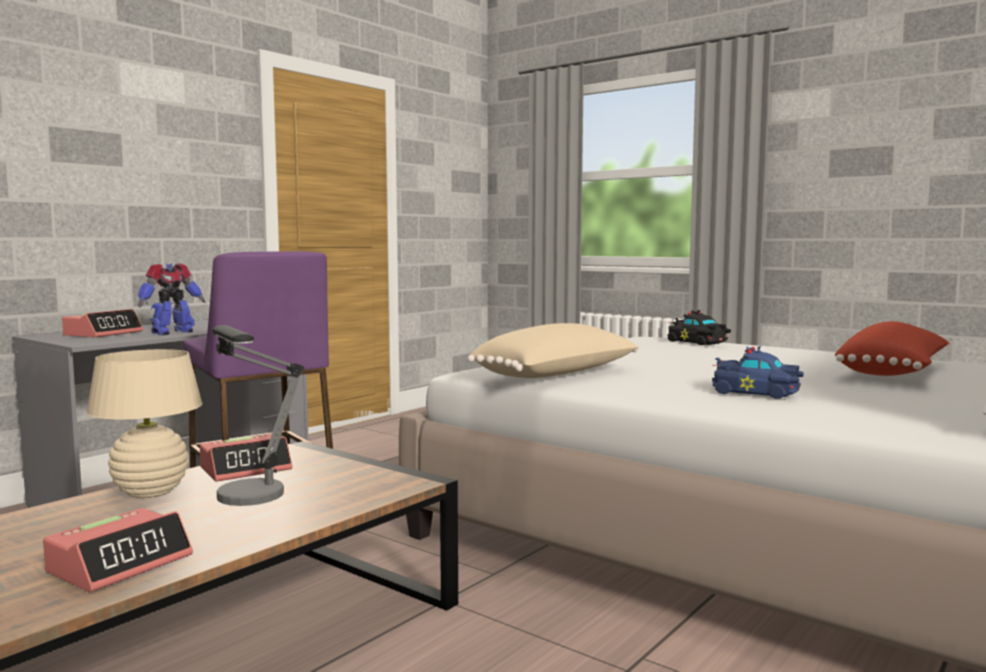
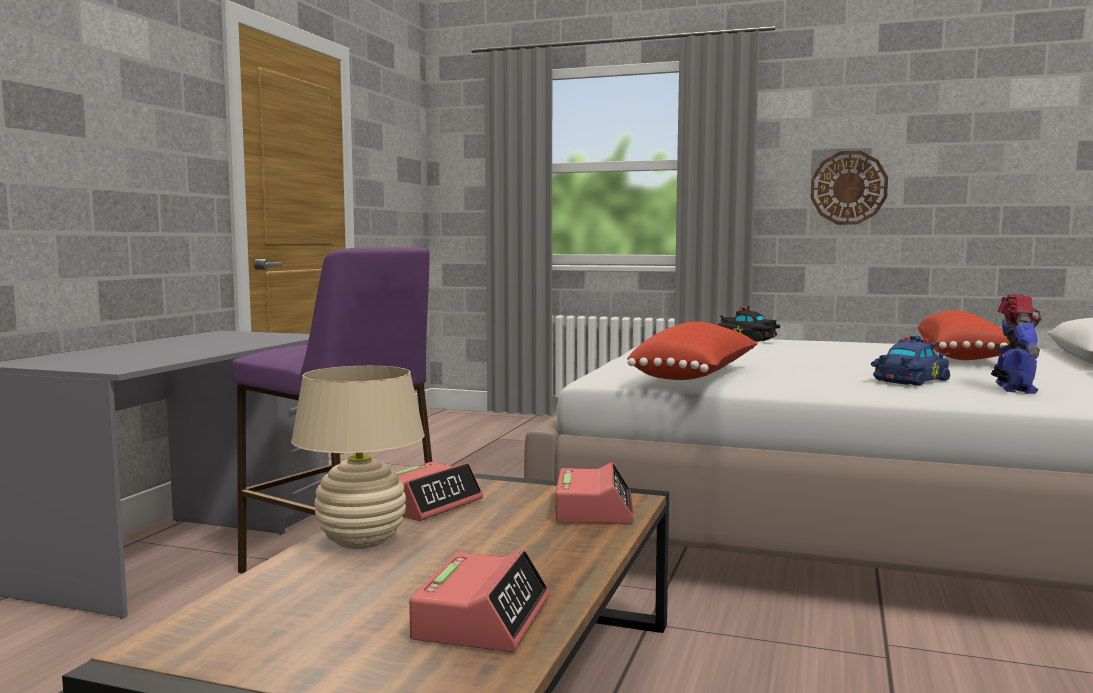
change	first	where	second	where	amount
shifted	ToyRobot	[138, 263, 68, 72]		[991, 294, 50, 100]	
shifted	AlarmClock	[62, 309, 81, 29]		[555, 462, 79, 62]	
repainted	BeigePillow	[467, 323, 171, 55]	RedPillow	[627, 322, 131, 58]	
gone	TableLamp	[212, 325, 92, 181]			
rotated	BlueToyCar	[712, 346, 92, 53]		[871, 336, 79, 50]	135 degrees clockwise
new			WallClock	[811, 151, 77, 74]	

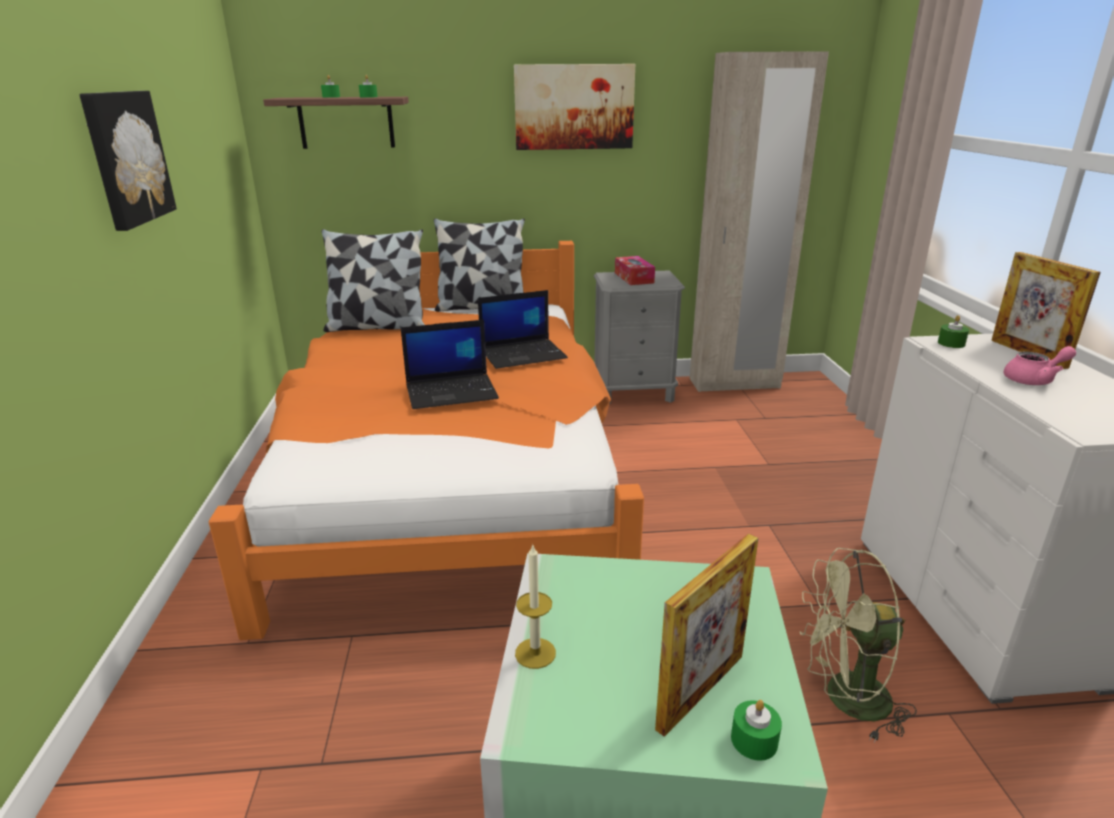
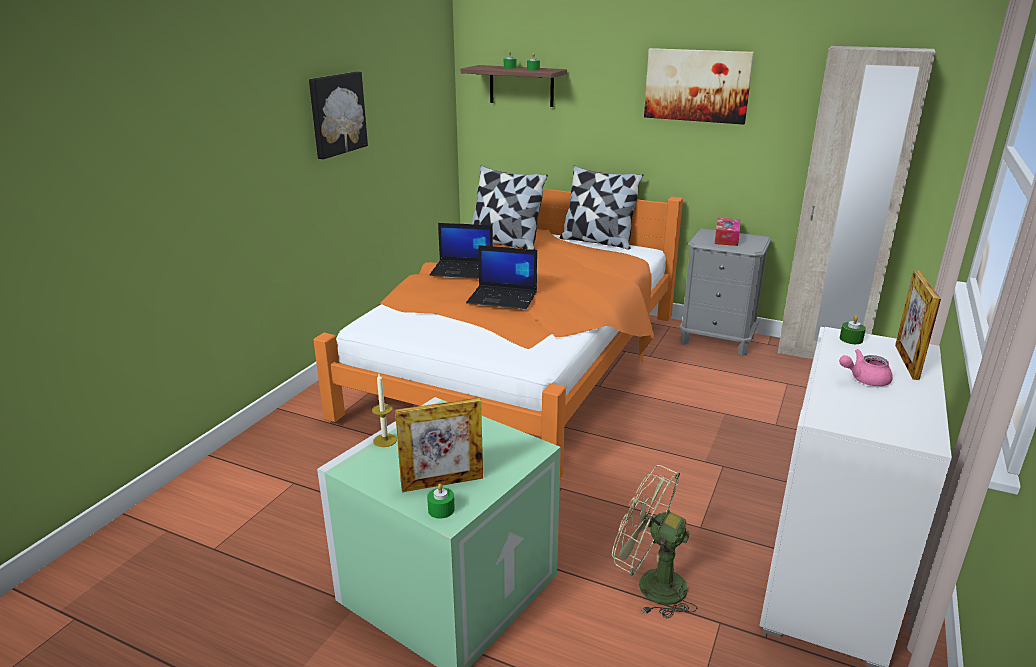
change	first	where	second	where	amount
shifted	Laptop	[478, 290, 90, 79]		[429, 223, 64, 56]	
rotated	PinkTeapot	[1003, 346, 73, 39]		[839, 349, 54, 37]	150 degrees clockwise

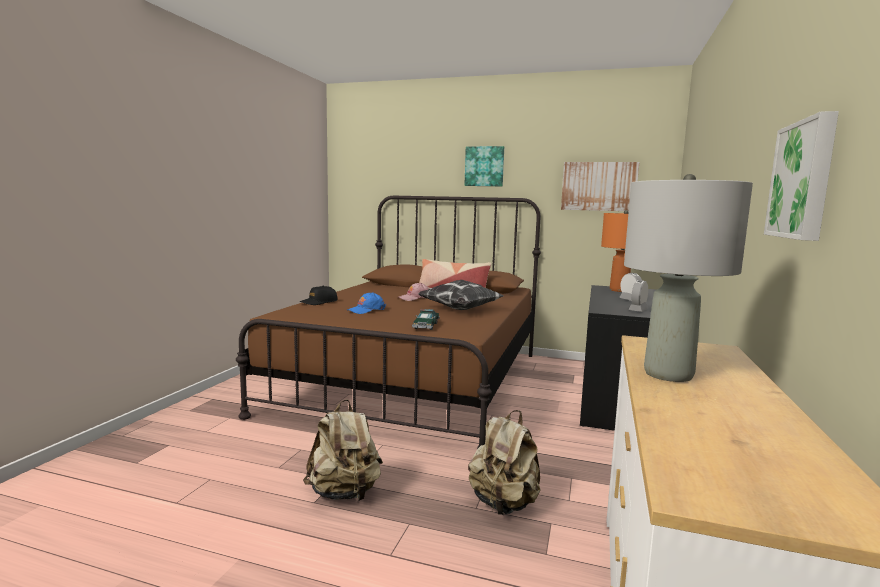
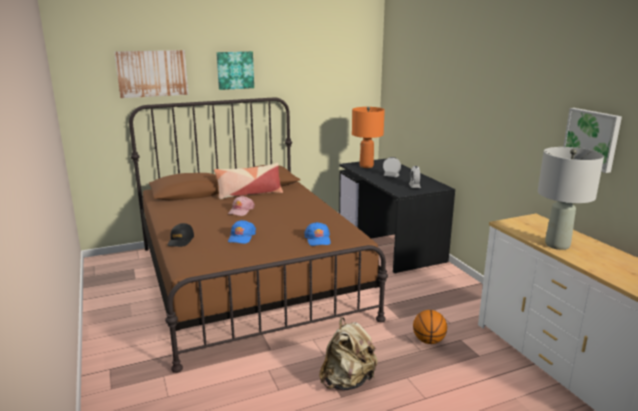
change	first	where	second	where	amount
shifted	Picture	[561, 162, 78, 49]		[114, 50, 75, 48]	
gone	Pillow	[418, 280, 85, 30]			
swapped	ToyCar	[412, 309, 27, 21]	BlueCap	[304, 222, 27, 24]	
swapped	BeigeBackpack	[468, 410, 73, 105]	Basketball	[413, 310, 34, 34]	

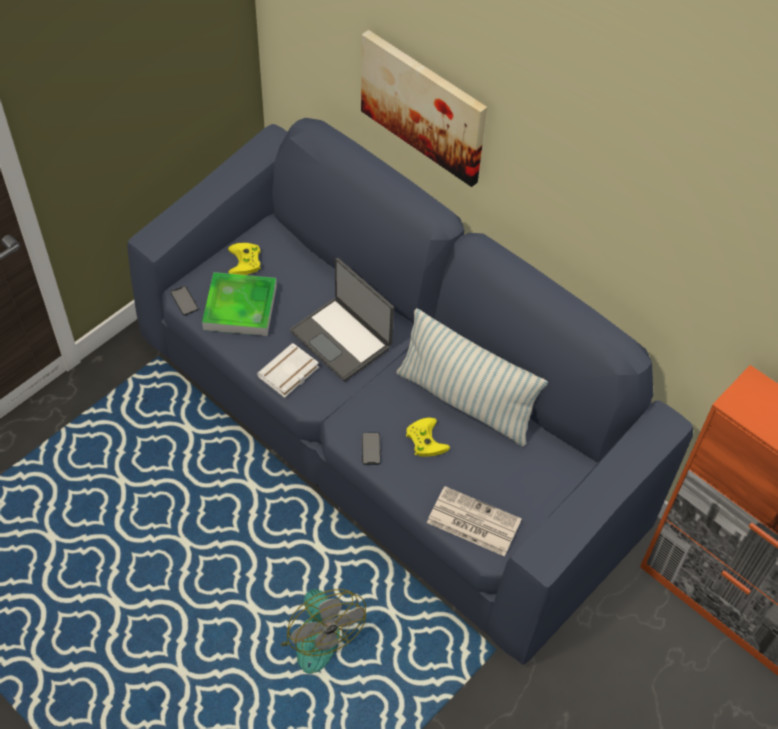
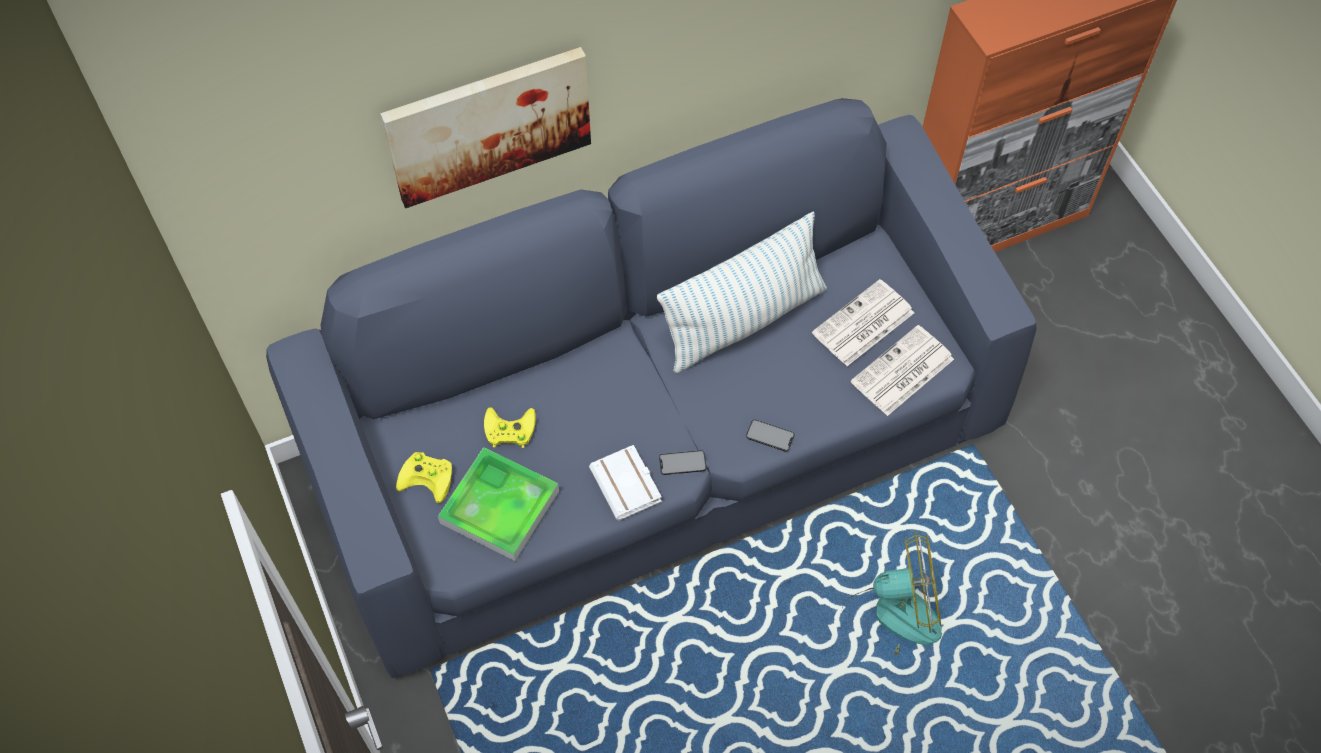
change	first	where	second	where	amount
gone	Laptop	[290, 258, 104, 123]			
shifted	Phone	[171, 286, 27, 29]		[659, 450, 47, 25]	
shifted	YellowGameController	[406, 418, 44, 39]		[484, 407, 52, 41]	
new			Newspaper	[812, 279, 102, 87]	

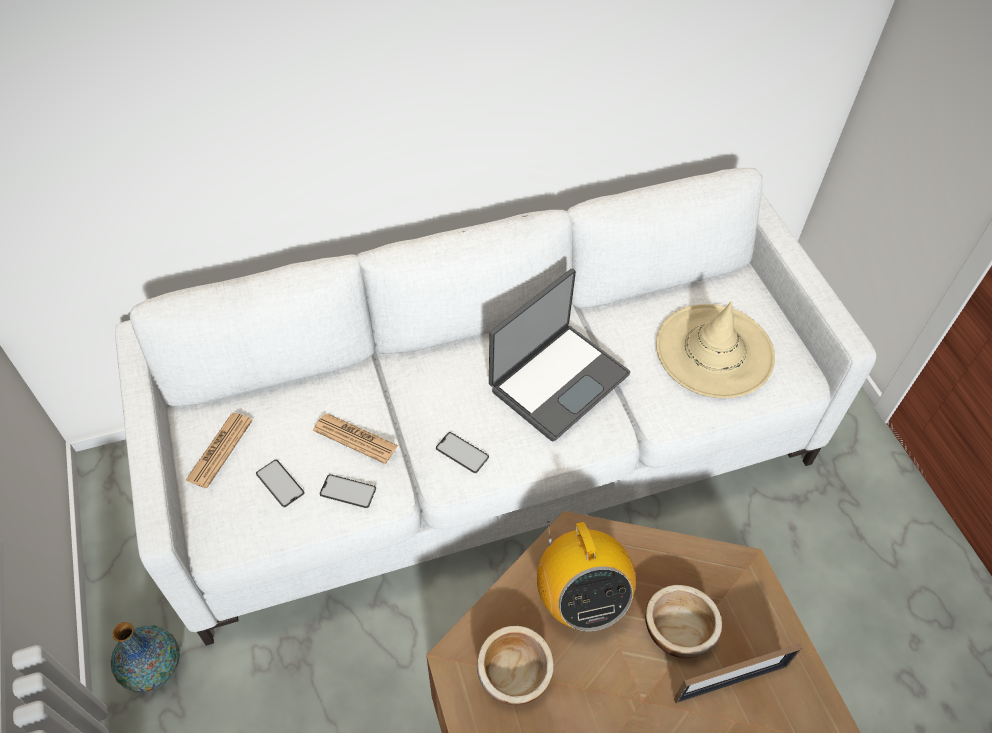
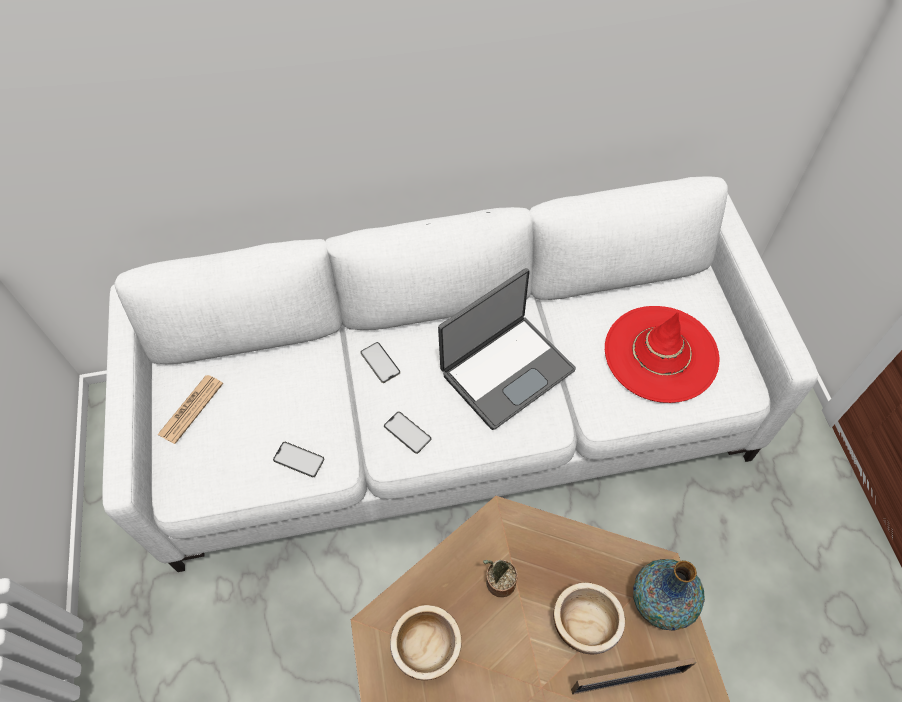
change	first	where	second	where	amount
repainted	BeigeHat	[656, 301, 119, 97]	RedHat	[605, 306, 115, 97]	
gone	Newspaper	[313, 413, 85, 51]			
shifted	Phone	[256, 460, 49, 48]		[360, 342, 41, 41]	
swapped	Radio	[537, 521, 99, 110]	PottedPlant	[483, 560, 35, 37]	
shifted	Vase	[111, 622, 69, 70]		[633, 559, 72, 72]	

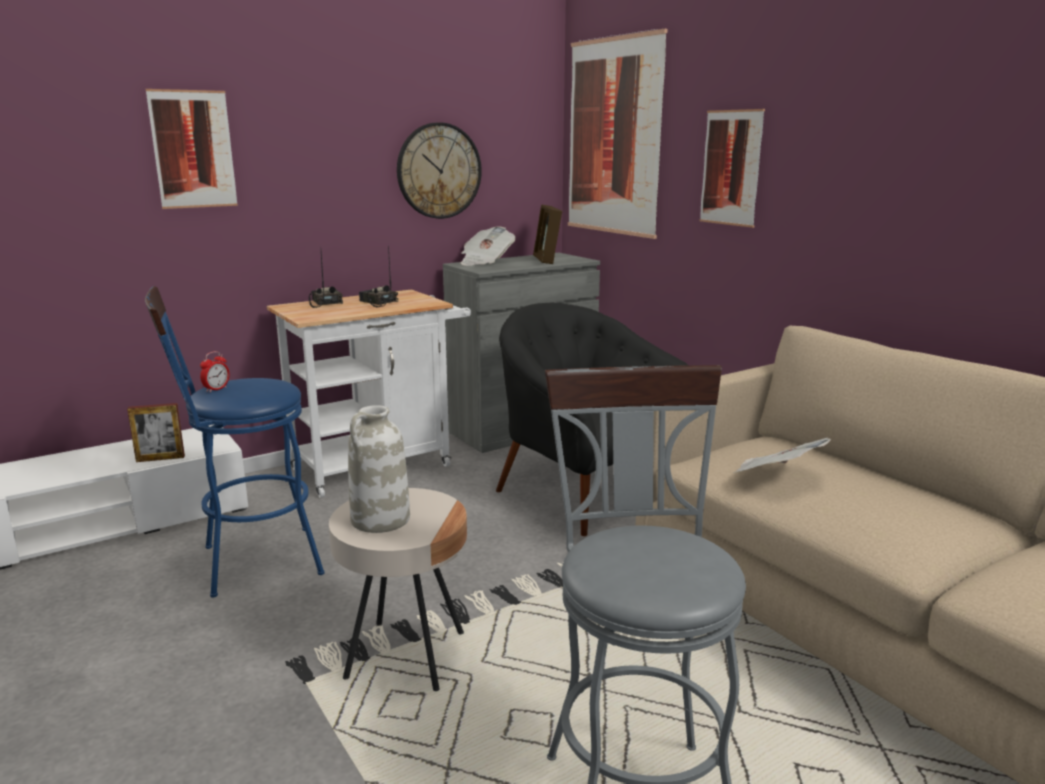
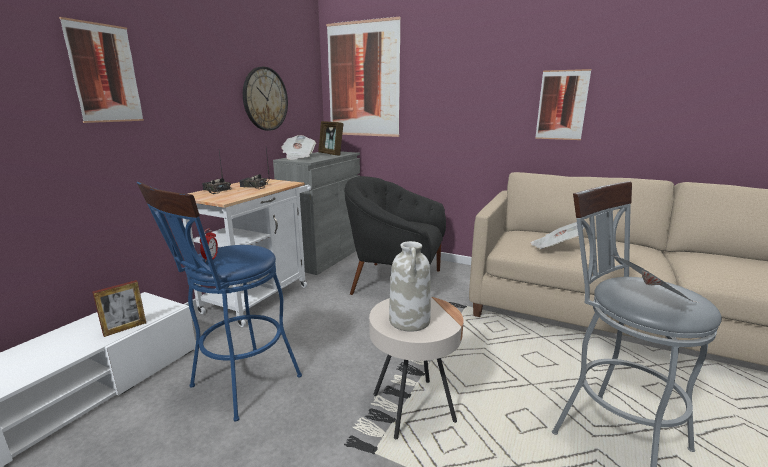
change	first	where	second	where	amount
shifted	Picture	[700, 109, 65, 119]		[535, 69, 56, 71]	
new			Newspaper	[610, 255, 89, 48]	

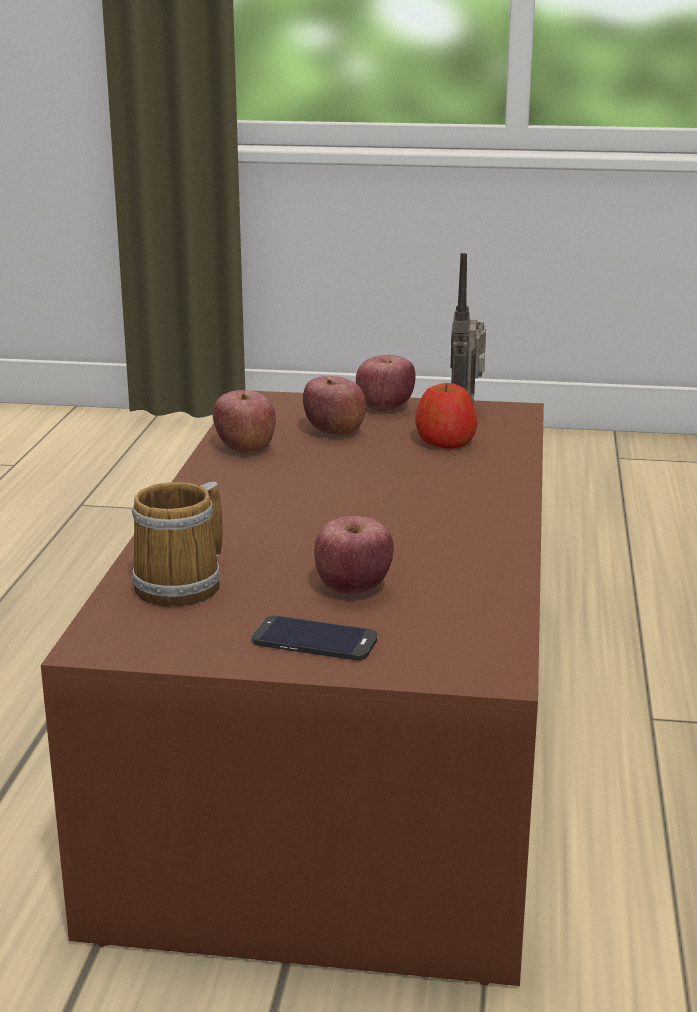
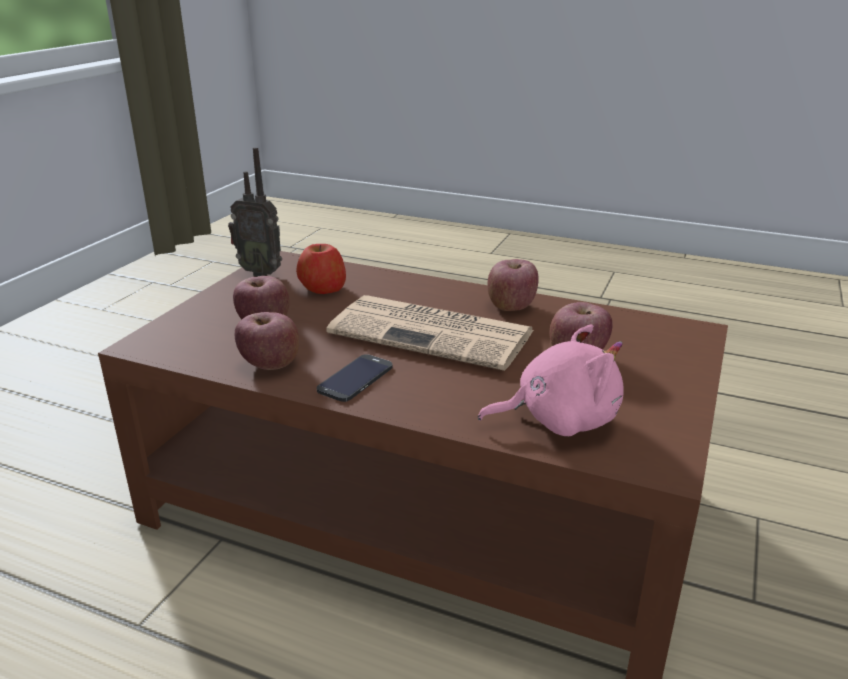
change	first	where	second	where	amount
shifted	Apple	[356, 355, 60, 56]		[487, 259, 52, 52]	
swapped	Mug	[132, 482, 91, 124]	PinkPlushToy	[478, 324, 146, 112]	
shifted	Phone	[252, 616, 126, 44]		[317, 354, 76, 48]	
new			Newspaper	[326, 295, 208, 76]	

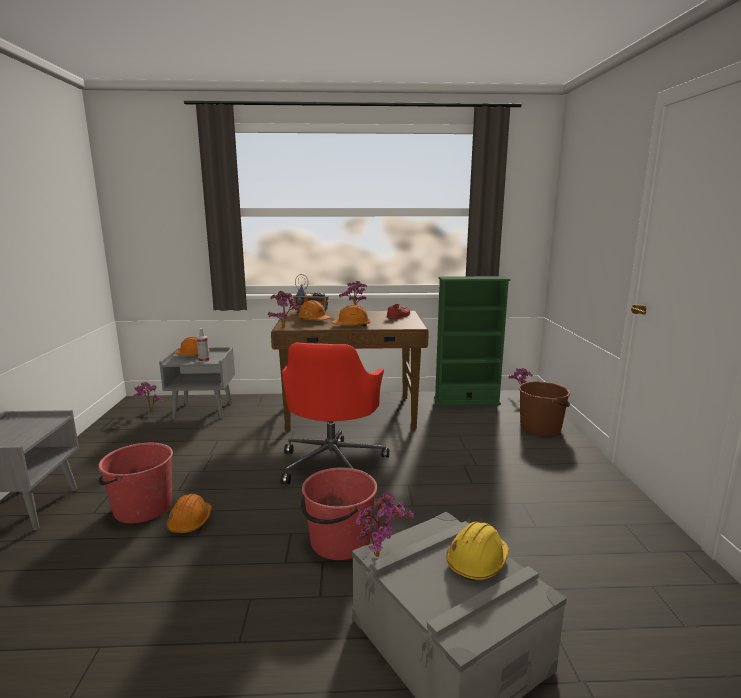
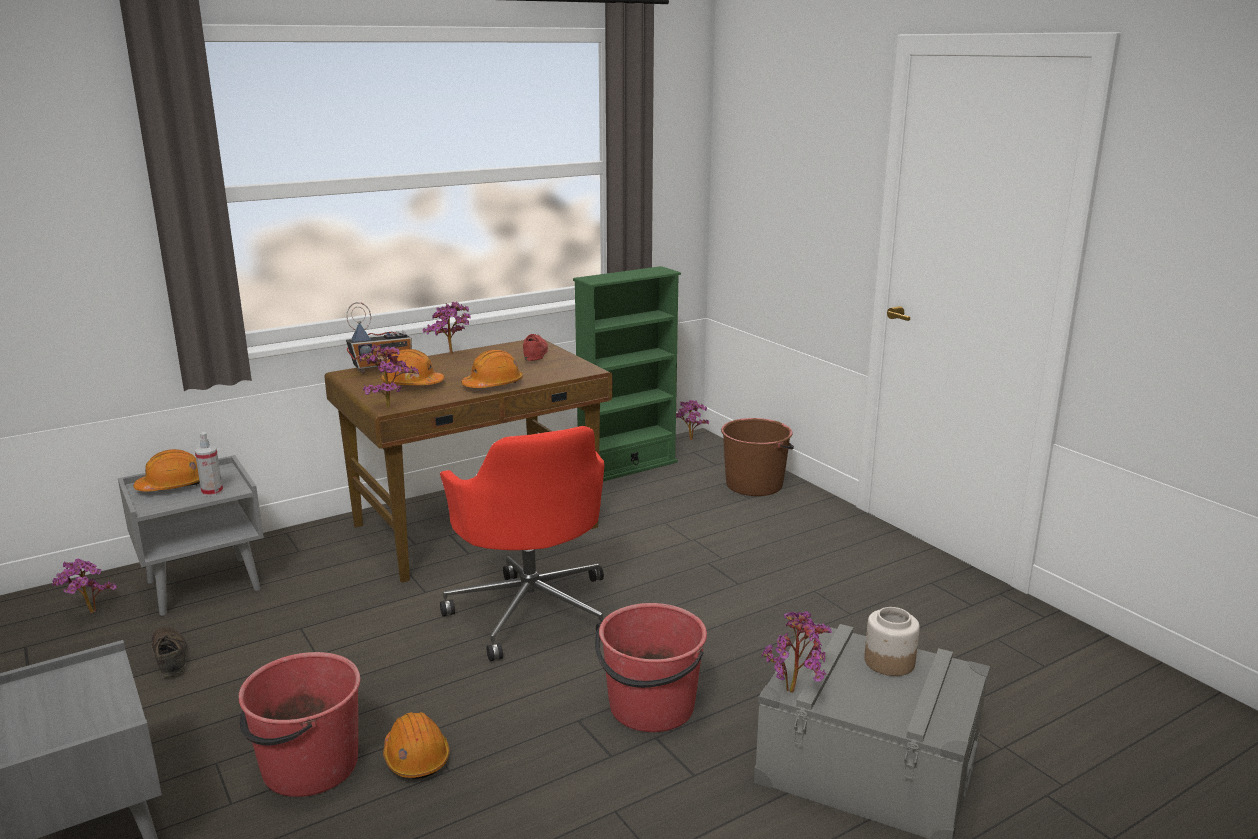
change	first	where	second	where	amount
swapped	YellowHardHat	[446, 521, 63, 60]	Jar	[864, 607, 56, 69]	
new			BrownShoe	[152, 627, 35, 50]	

